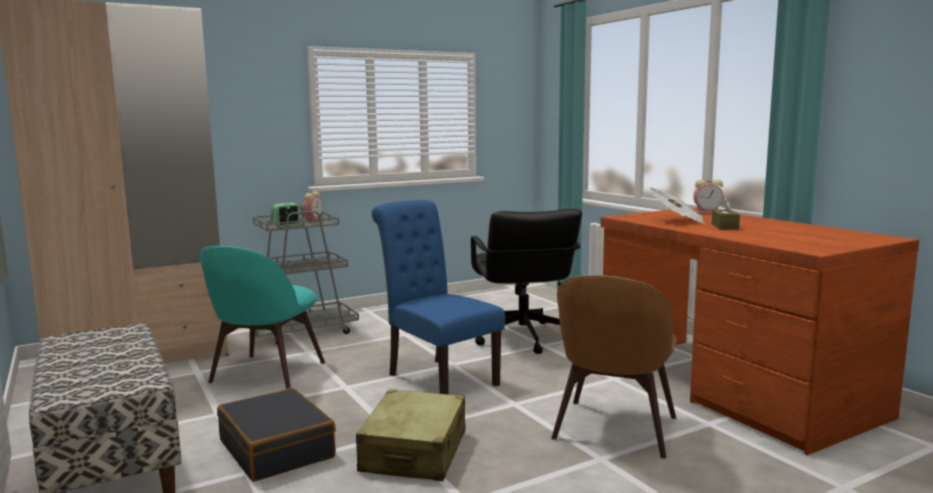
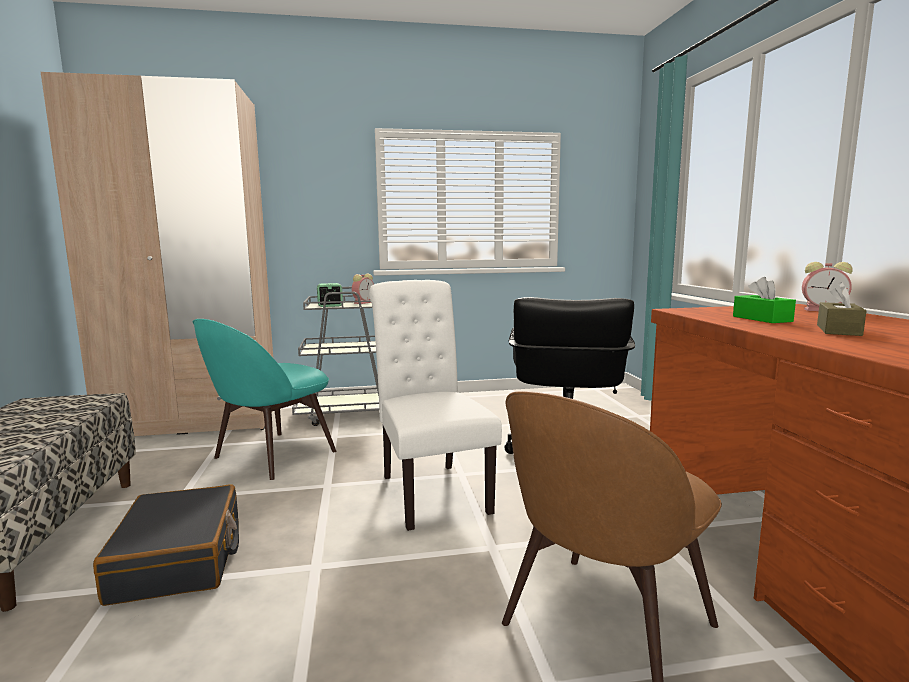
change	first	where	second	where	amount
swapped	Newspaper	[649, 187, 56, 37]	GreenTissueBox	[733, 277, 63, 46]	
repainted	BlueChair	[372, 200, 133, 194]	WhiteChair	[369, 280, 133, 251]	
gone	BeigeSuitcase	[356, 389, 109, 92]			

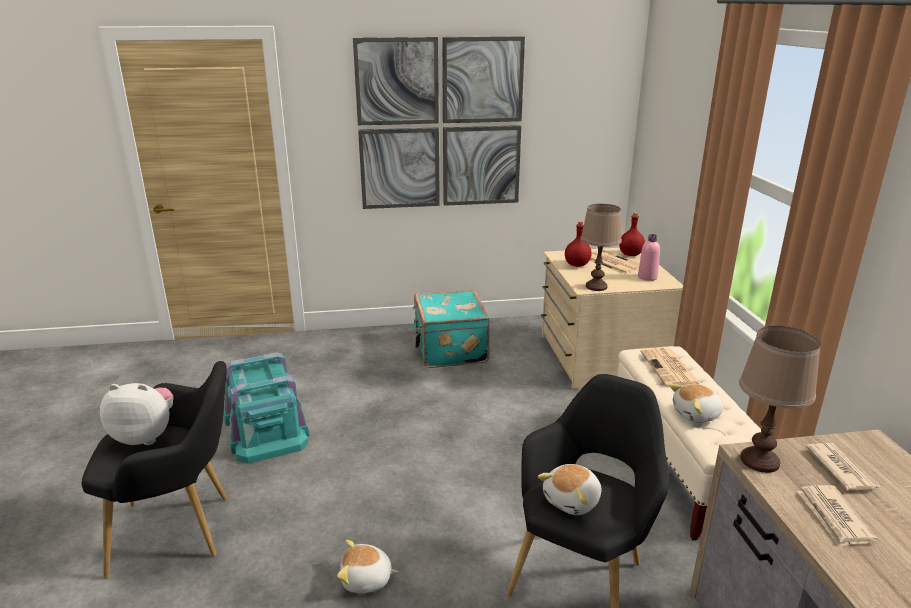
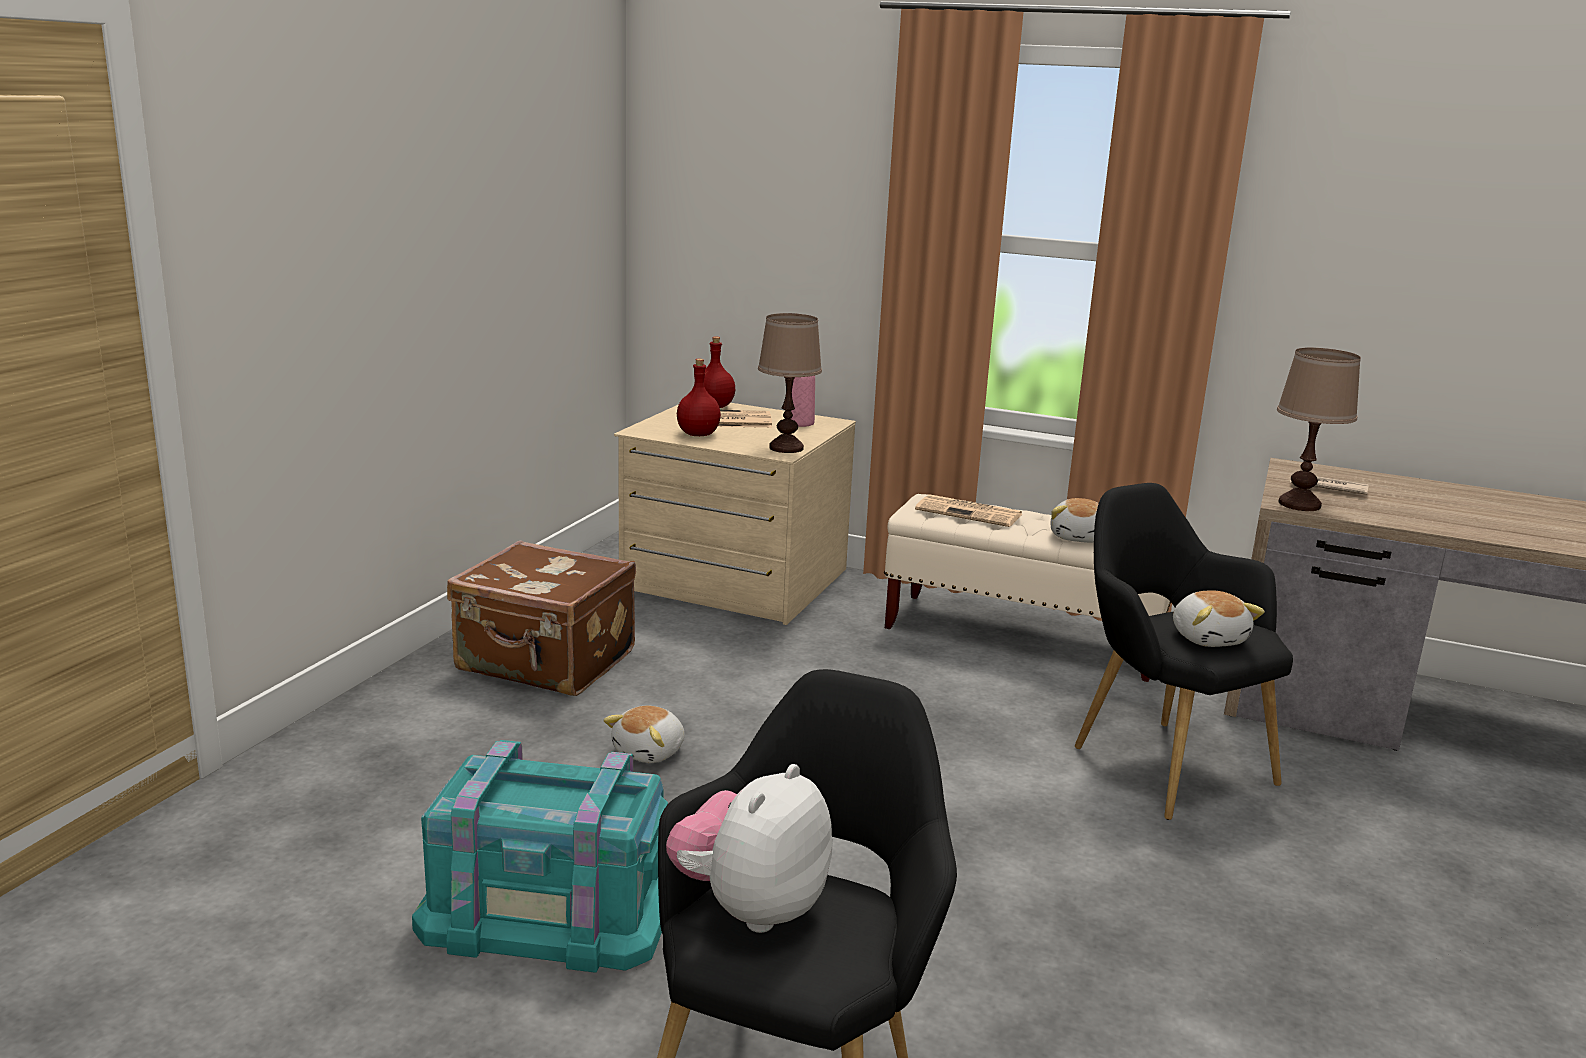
change	first	where	second	where	amount
gone	Picture	[353, 36, 172, 173]			
repainted	TurquoiseSuitcase	[413, 290, 77, 78]	BrownSuitcase	[447, 540, 189, 156]	
gone	Newspaper	[796, 485, 82, 62]			
shifted	PlushToy	[337, 540, 62, 53]		[603, 706, 82, 57]	

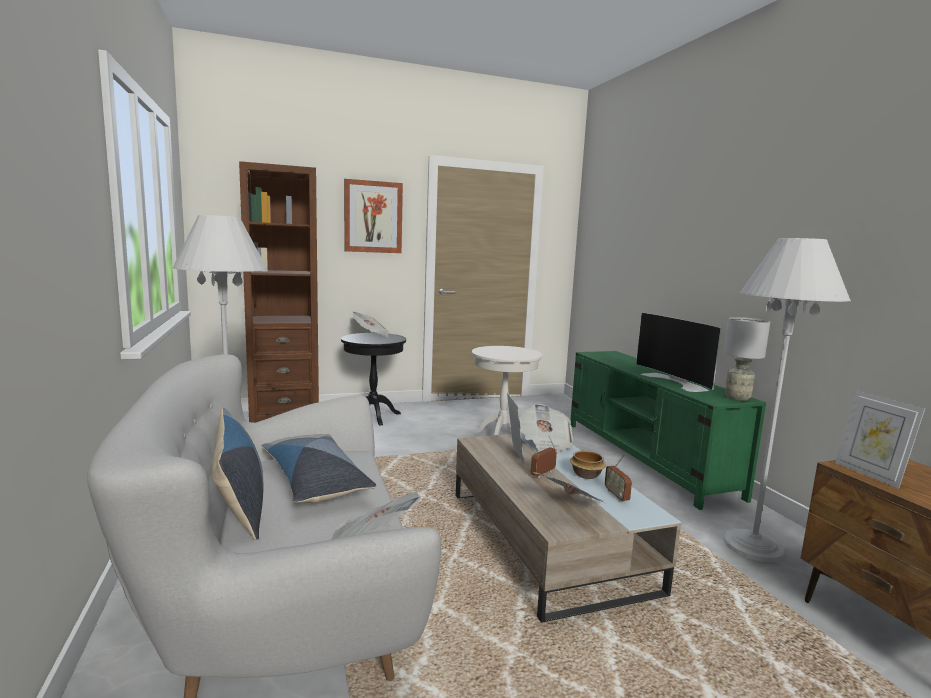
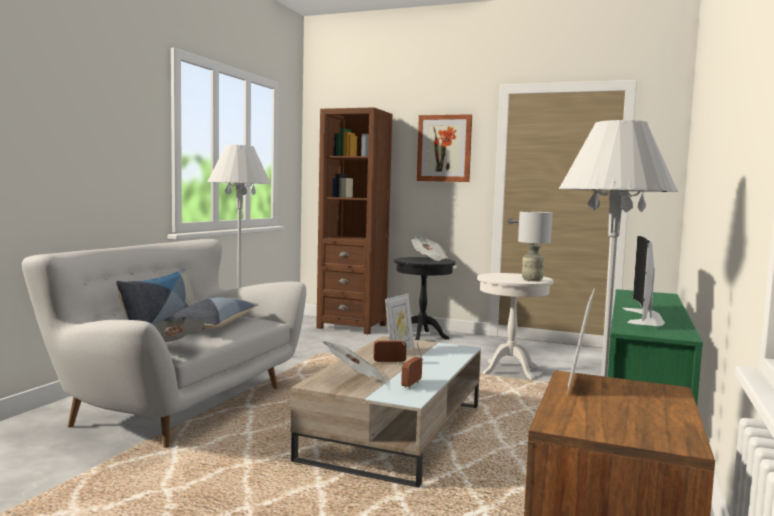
change	first	where	second	where	amount
shifted	GreyTableLamp	[723, 317, 47, 84]		[518, 211, 34, 70]	
gone	Newspaper	[520, 404, 53, 47]			
gone	Bowl	[570, 450, 36, 29]			

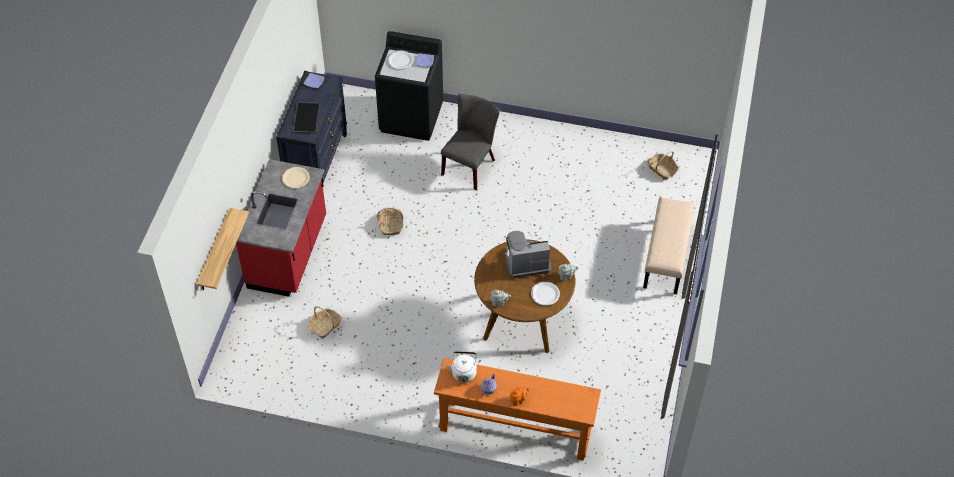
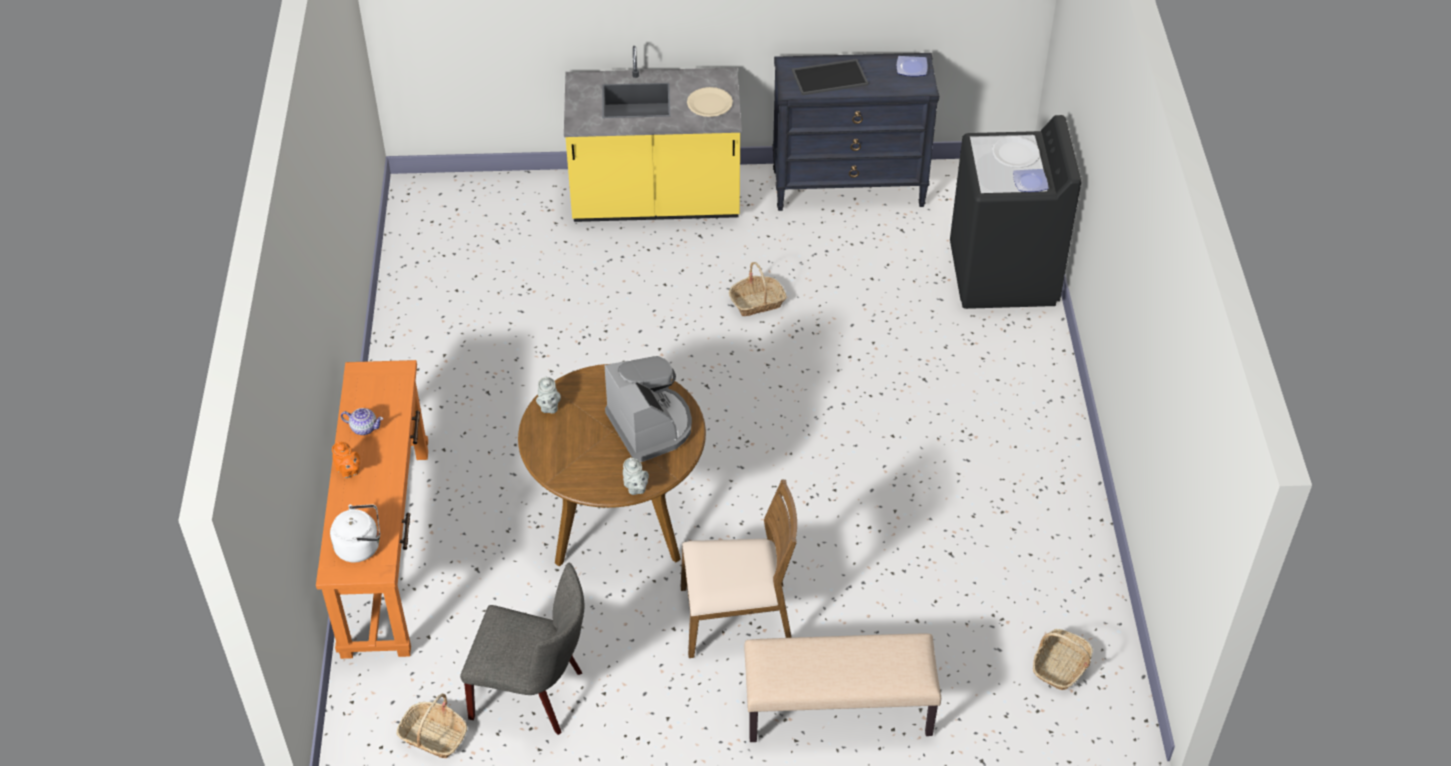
change	first	where	second	where	amount
shifted	GreyChair	[441, 94, 59, 96]		[460, 563, 124, 172]	
repainted	RedCounter	[236, 159, 90, 138]	YellowCounter	[564, 46, 178, 176]	
gone	Shelf	[196, 208, 53, 82]			
gone	WhitePlate	[531, 282, 29, 24]			
shifted	Basket	[308, 306, 34, 33]		[397, 694, 70, 64]	
shifted	WhiteKettle	[446, 351, 31, 32]		[330, 504, 50, 59]	
new			BrownChair	[681, 480, 116, 178]	

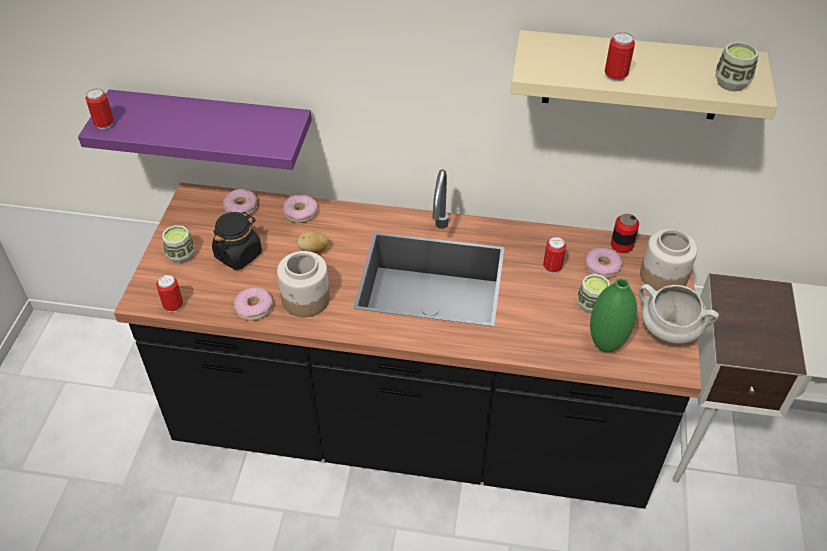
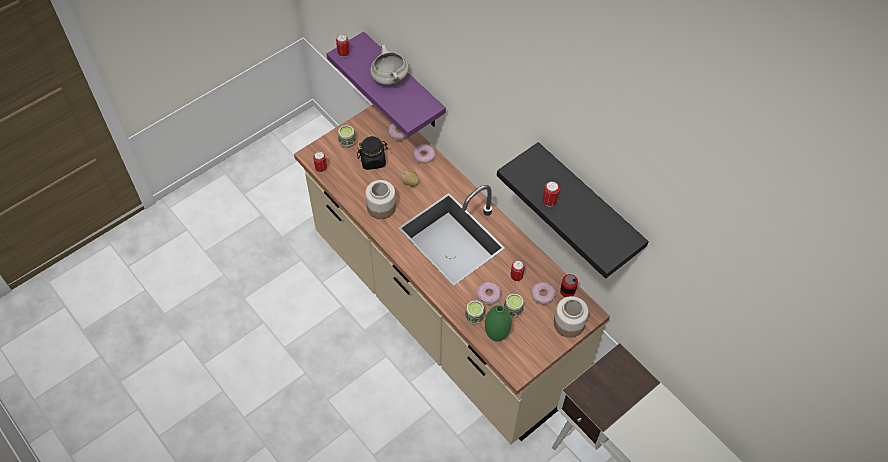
change	first	where	second	where	amount
repainted	BeigeShelf	[511, 30, 266, 89]	BlackShelf	[497, 142, 152, 137]	
shifted	Cup	[716, 42, 43, 50]		[465, 300, 20, 25]	
repainted	BlackCounter	[114, 169, 587, 340]	BeigeCounter	[294, 104, 316, 340]	
shifted	WhiteCookingPot	[639, 284, 80, 60]		[370, 45, 39, 41]	
shifted	Donut	[234, 287, 39, 34]		[477, 282, 24, 23]	

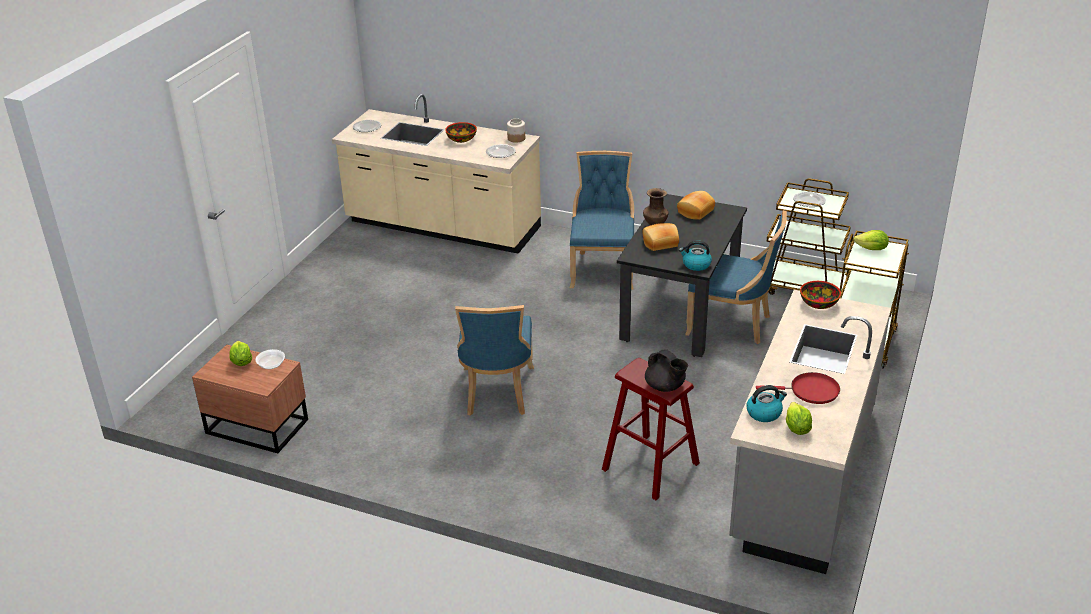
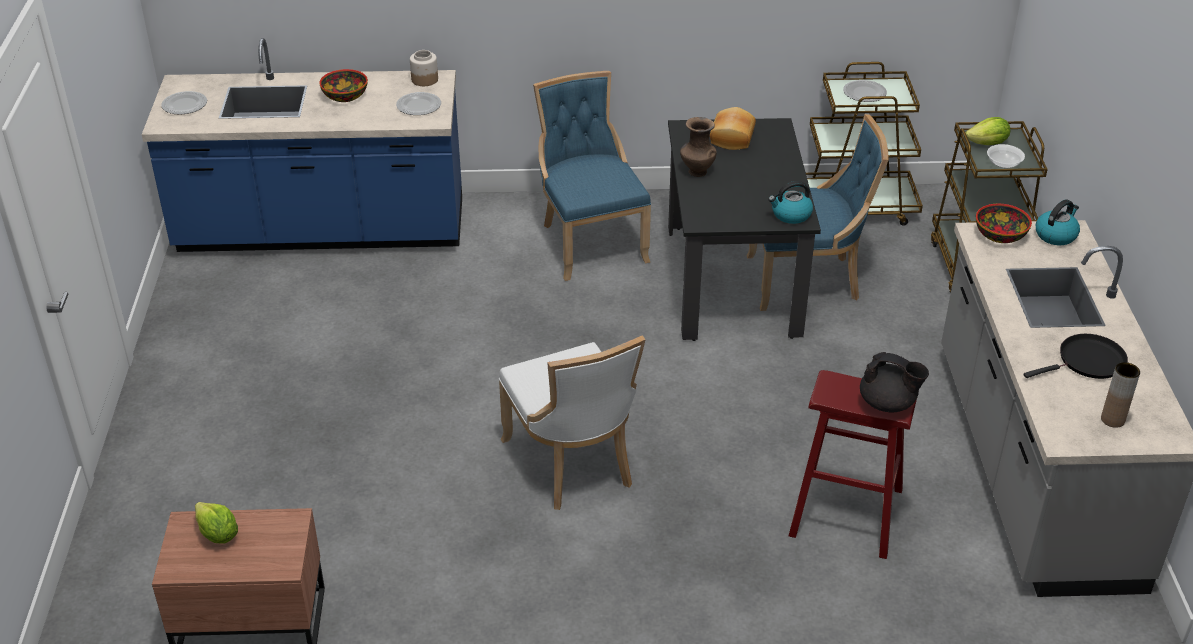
change	first	where	second	where	amount
repainted	BeigeCounter	[332, 94, 209, 160]	BlueCounter	[142, 38, 320, 214]	
gone	Bread	[642, 223, 37, 28]			
repainted	BlueChair	[455, 305, 79, 111]	WhiteChair	[499, 335, 146, 175]	
shifted	Bowl	[256, 349, 29, 20]		[987, 144, 38, 24]	
repainted	RedFryingPan	[756, 372, 84, 32]	BlackFryingPan	[1024, 334, 104, 45]	
shifted	Kettle	[746, 385, 41, 37]		[1036, 199, 44, 46]	
swapped	Lettuce	[786, 402, 26, 33]	BrownVase	[1101, 362, 39, 66]	

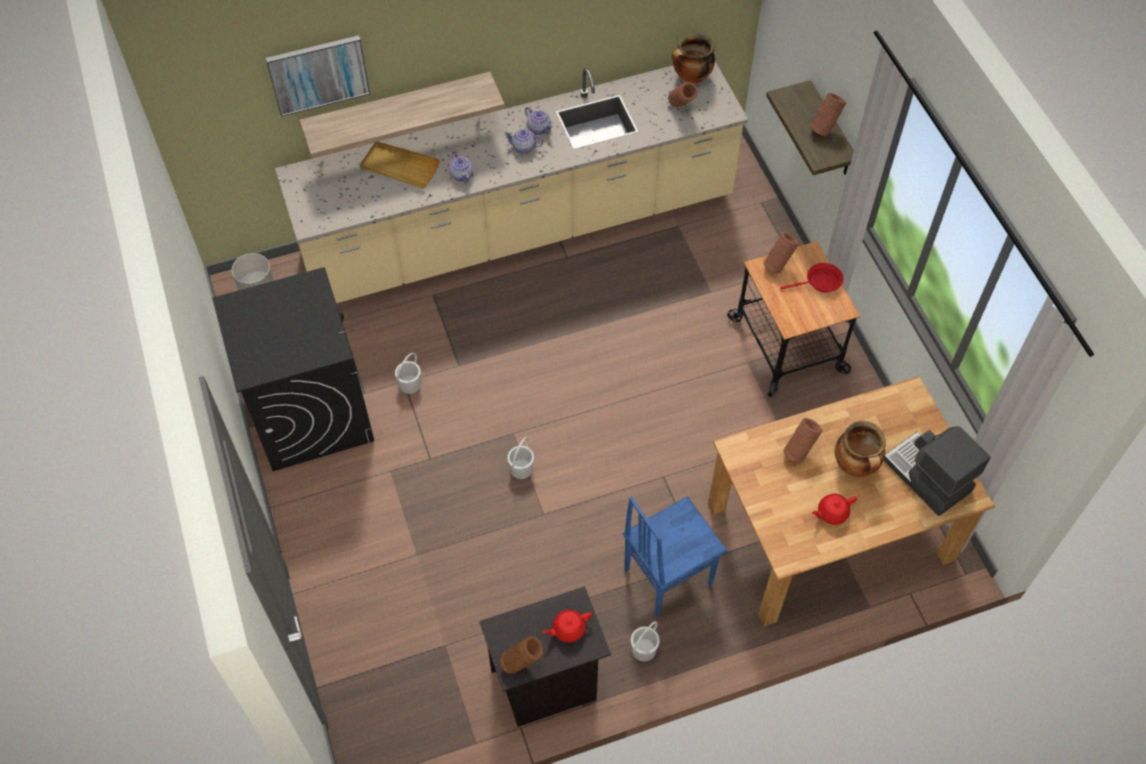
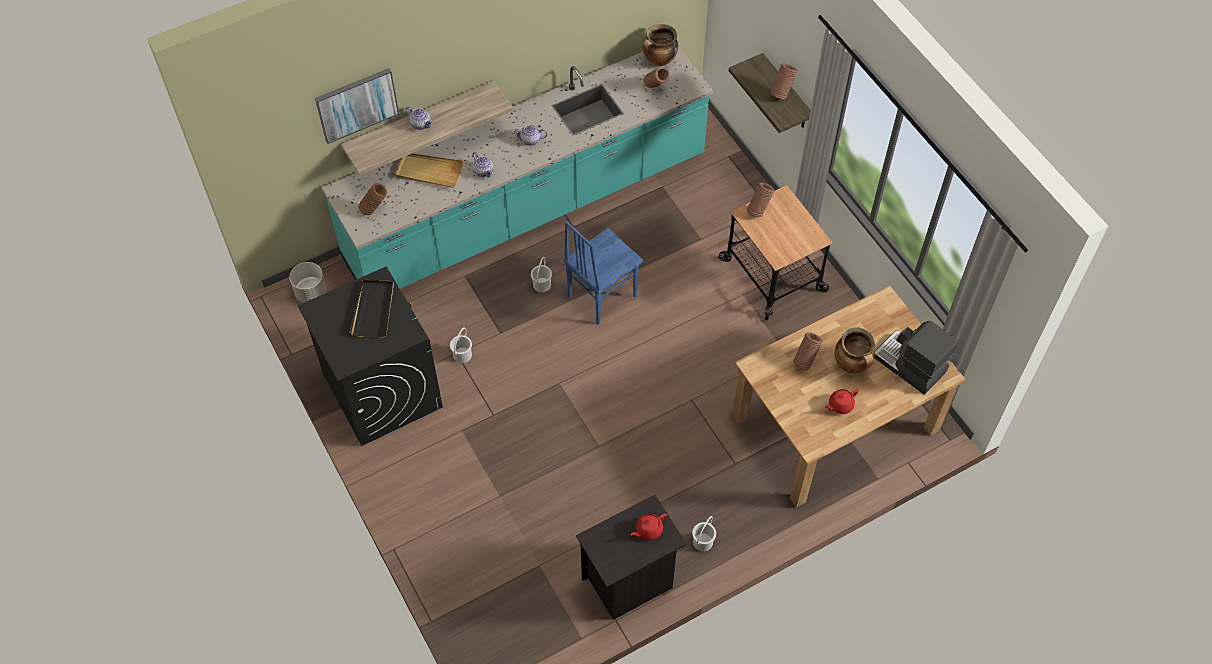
change	first	where	second	where	amount
repainted	BeigeCounter	[275, 62, 473, 241]	TurquoiseCounter	[322, 47, 392, 242]	
shifted	Teapot	[525, 107, 28, 27]		[405, 107, 28, 23]	
gone	RedFryingPan	[780, 263, 64, 30]			
shifted	WhiteBucket	[507, 437, 27, 42]		[531, 257, 21, 35]	
shifted	BlueChair	[623, 496, 104, 121]		[563, 221, 80, 104]	
shifted	BrownVase	[500, 636, 43, 38]		[358, 183, 29, 32]	
new			BlackTray	[349, 280, 45, 58]	

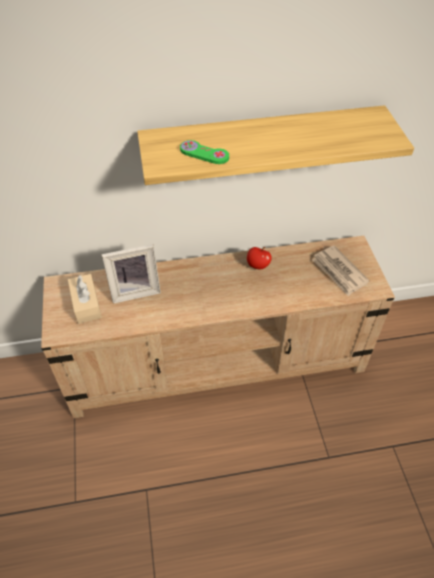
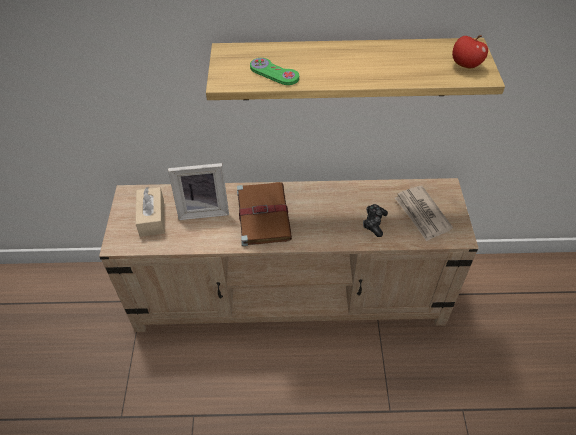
change	first	where	second	where	amount
shifted	Apple	[247, 247, 25, 22]		[452, 35, 36, 34]	
new			BrownBook	[237, 182, 55, 64]	
new			GameController	[363, 204, 25, 33]	

